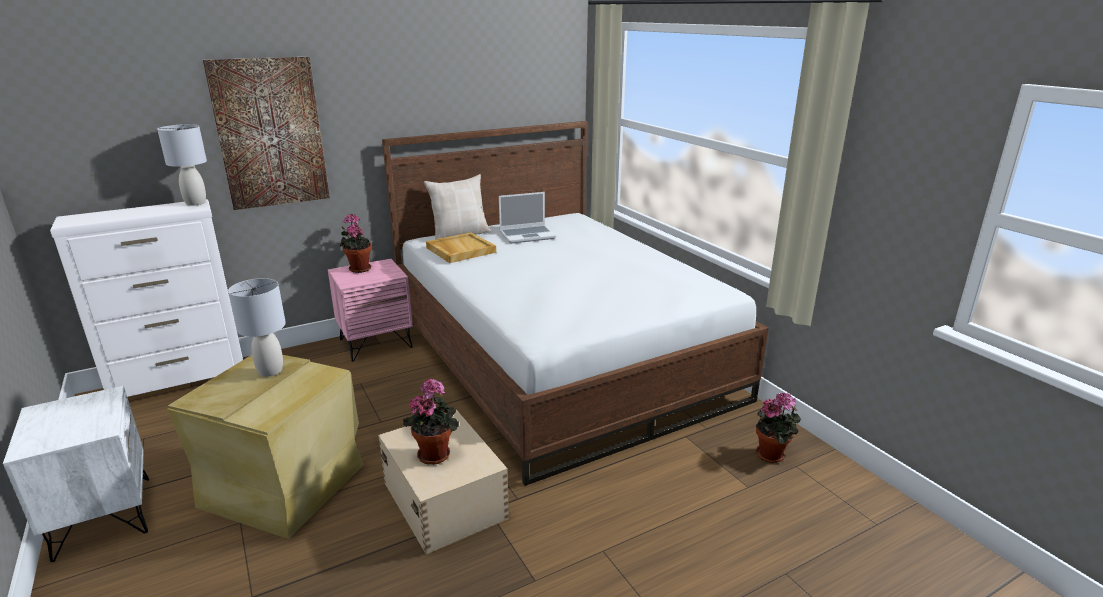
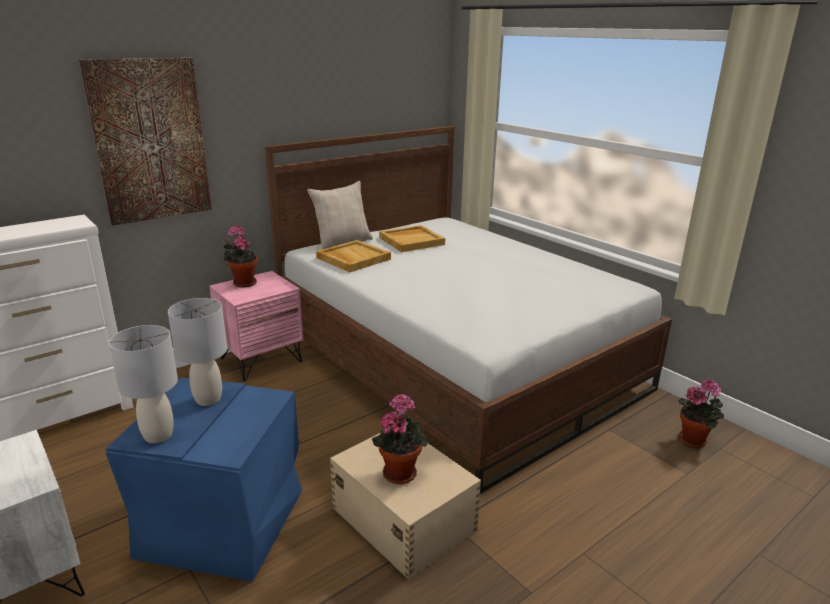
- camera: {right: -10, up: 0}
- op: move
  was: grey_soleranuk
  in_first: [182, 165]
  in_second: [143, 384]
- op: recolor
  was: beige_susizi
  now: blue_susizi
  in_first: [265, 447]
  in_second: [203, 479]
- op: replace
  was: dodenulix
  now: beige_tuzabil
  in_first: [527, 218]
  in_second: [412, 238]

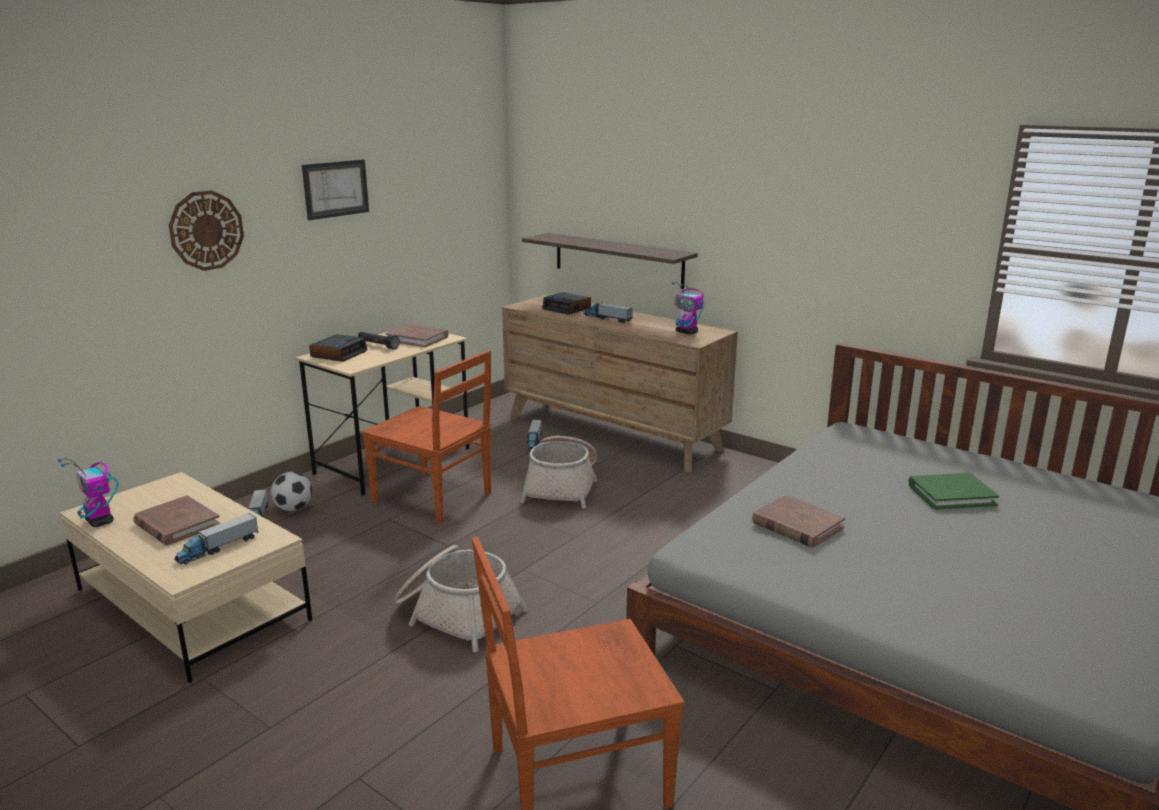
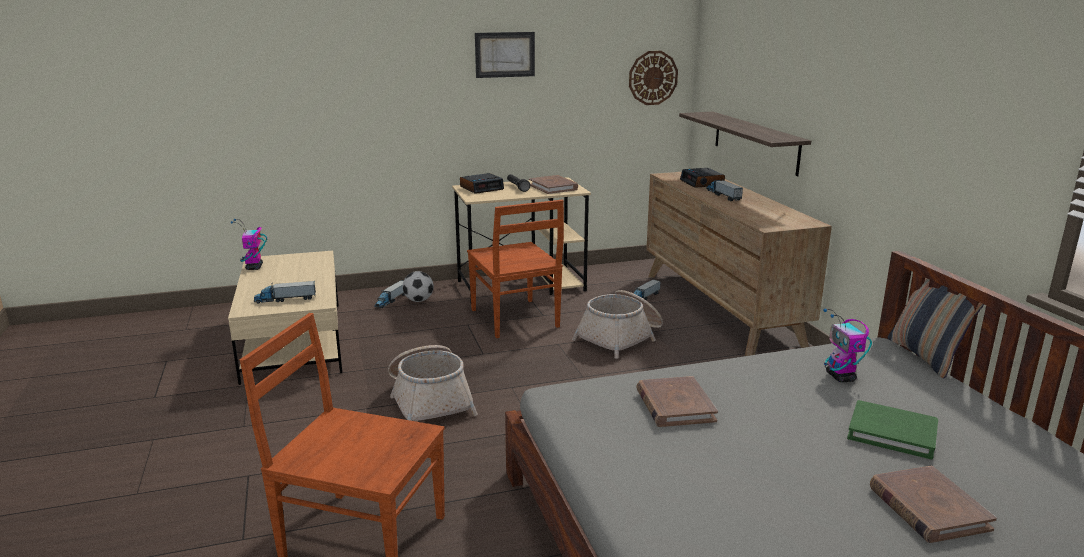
- camera: {right: 35, up: 0}
- op: move
  was: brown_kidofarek
  in_first: [177, 520]
  in_second: [933, 504]
- op: move
  was: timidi
  in_first: [206, 230]
  in_second: [653, 78]
- op: move
  was: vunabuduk
  in_first: [688, 308]
  in_second: [847, 345]
- op: insert
  now: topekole
  in_second: [936, 328]

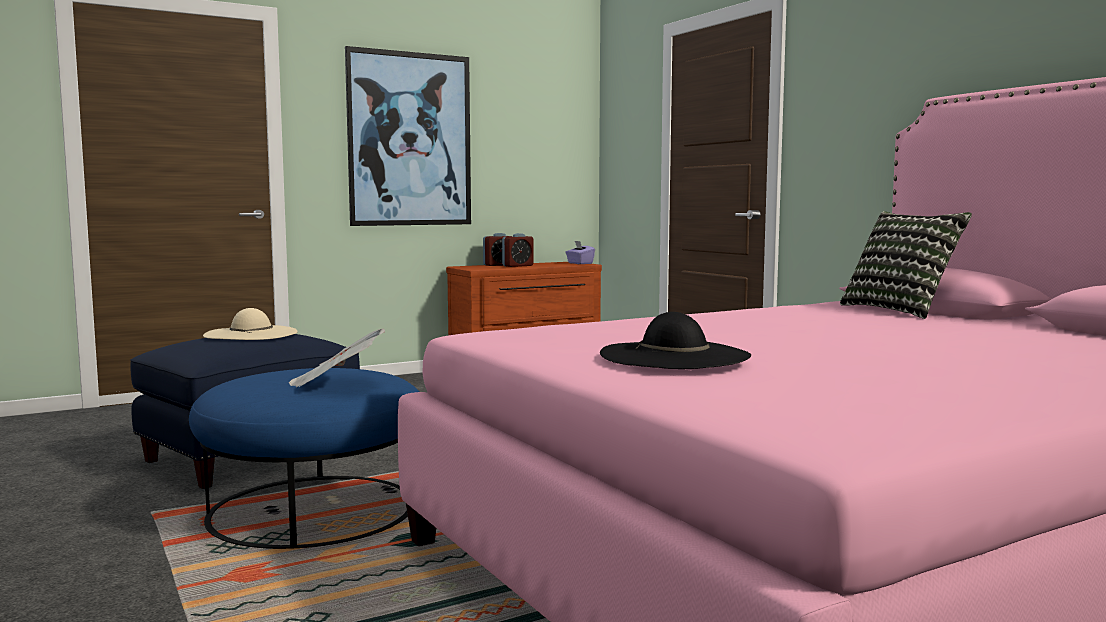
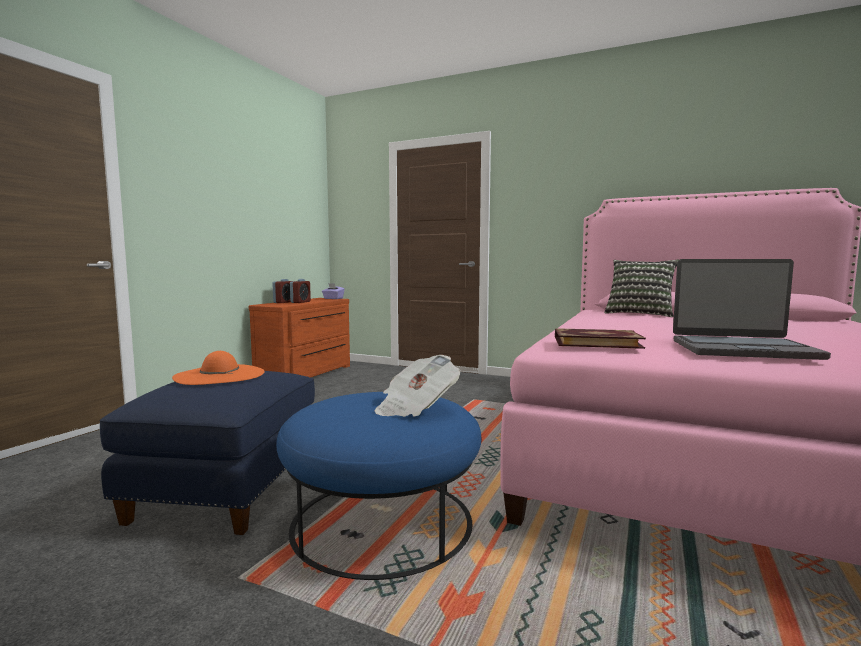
- camera: {right: -35, up: 0}
- op: recolor
  was: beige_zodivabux
  now: orange_zodivabux
  in_first: [250, 324]
  in_second: [218, 368]
- op: delete
  was: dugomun
  in_first: [408, 136]
- op: replace
  was: black_zodivabux
  now: dodenulix
  in_first: [675, 340]
  in_second: [752, 309]
- op: insert
  now: kidofarek
  in_second: [600, 338]

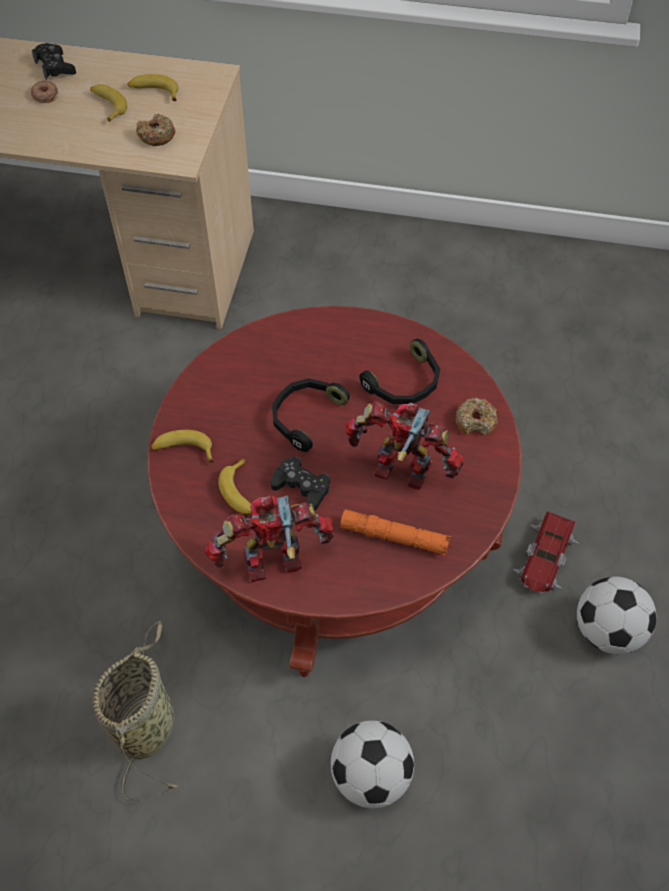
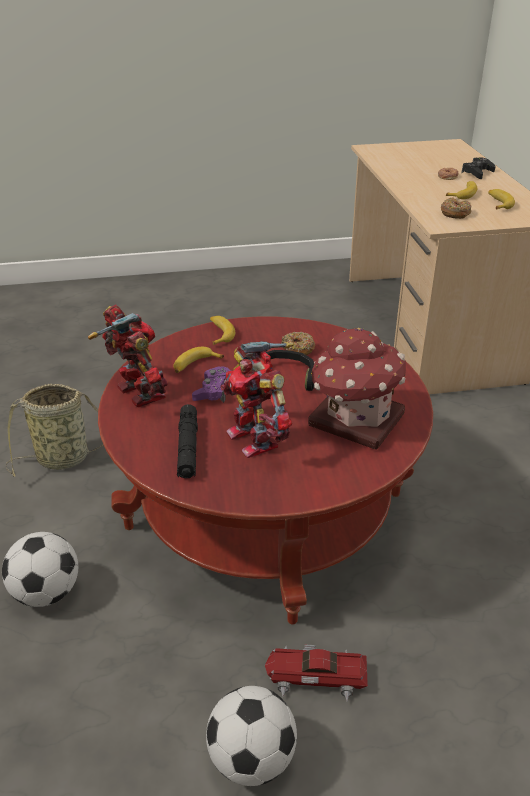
- camera: {right: 70, up: -20}
- op: recolor
  was: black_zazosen
  now: purple_zazosen
  in_first: [300, 483]
  in_second: [211, 385]
- op: recolor
  was: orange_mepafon
  now: black_mepafon
  in_first: [395, 532]
  in_second: [187, 441]
- op: rotate
  was: vunabuduk
  in_first: [405, 445]
  in_second: [257, 399]
  clockwise: 150
- op: replace
  was: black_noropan
  now: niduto
  in_first: [399, 371]
  in_second: [357, 389]
- op: move
  was: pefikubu
  in_first: [477, 416]
  in_second: [298, 343]

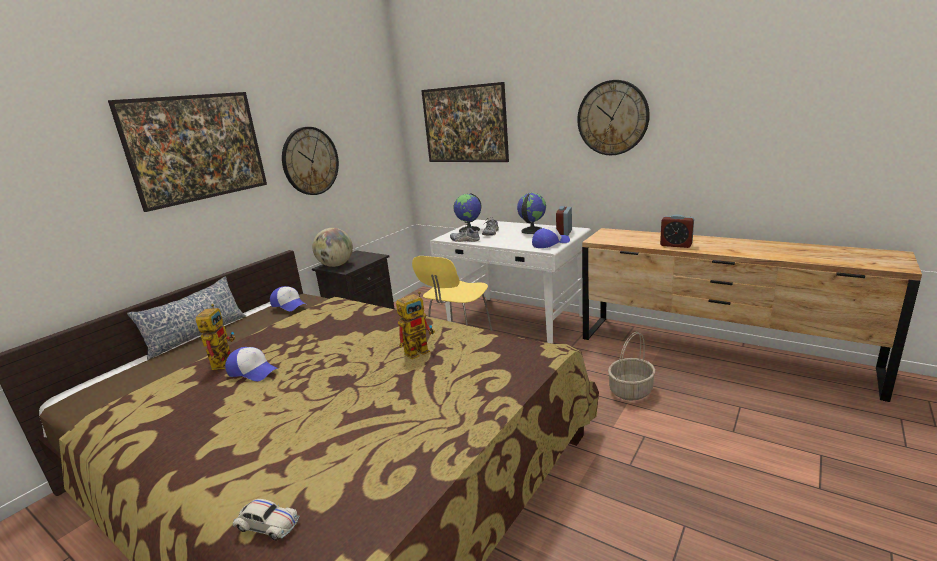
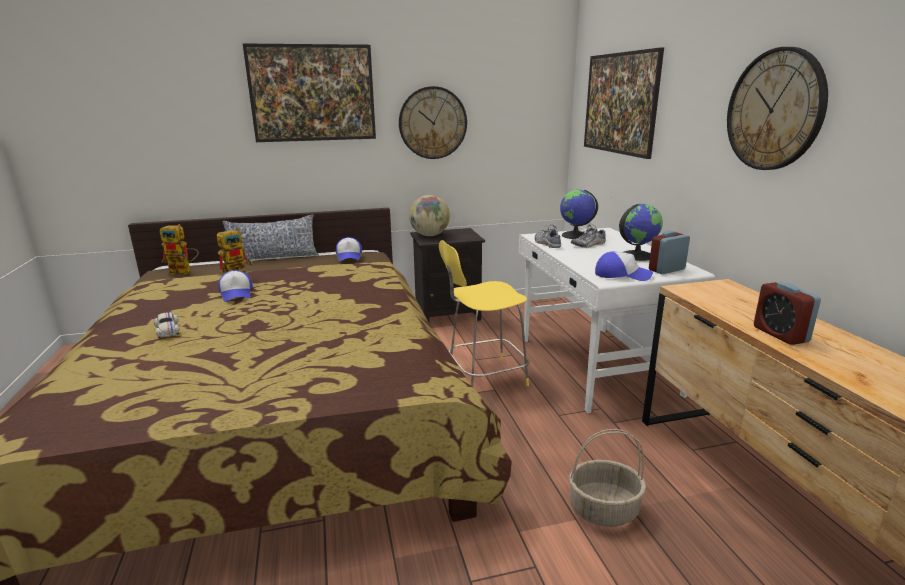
- camera: {right: 40, up: 0}
- op: move
  was: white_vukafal
  in_first: [266, 520]
  in_second: [166, 325]
- op: move
  was: vunabuduk
  in_first: [415, 325]
  in_second: [179, 249]

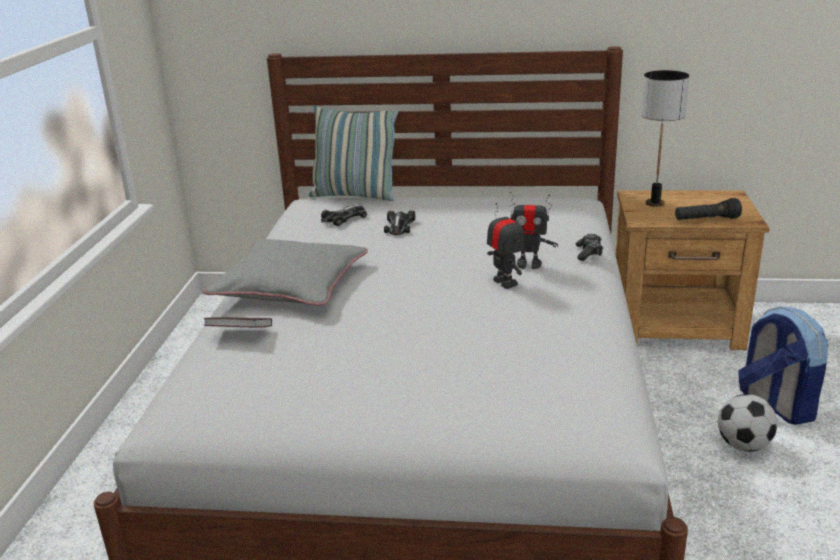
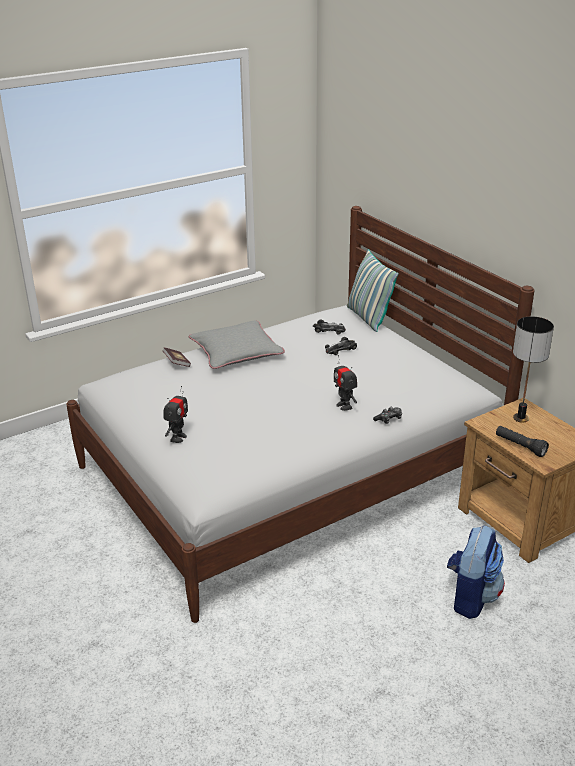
- camera: {right: 50, up: 5}
- op: move
  was: vunabuduk
  in_first: [505, 246]
  in_second: [175, 414]
- op: delete
  was: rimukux
  in_first: [747, 423]

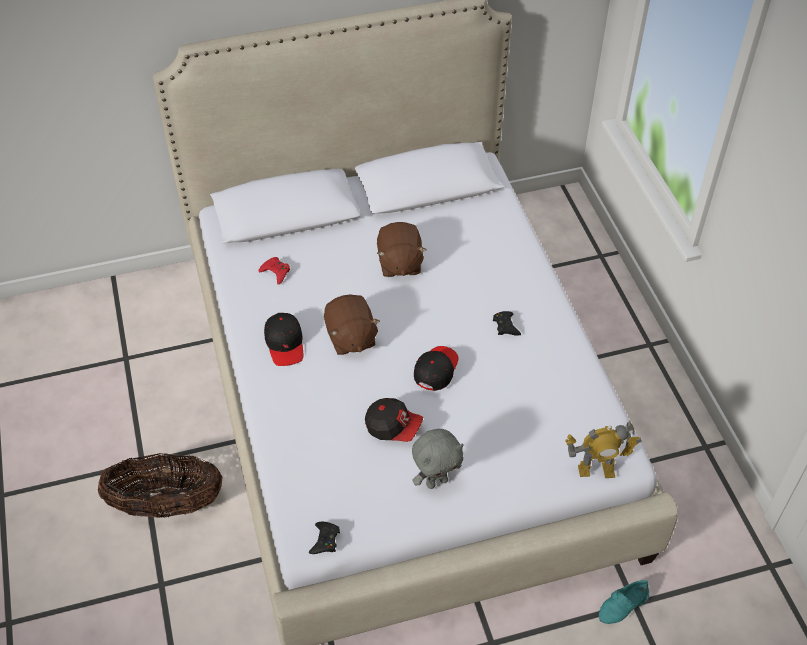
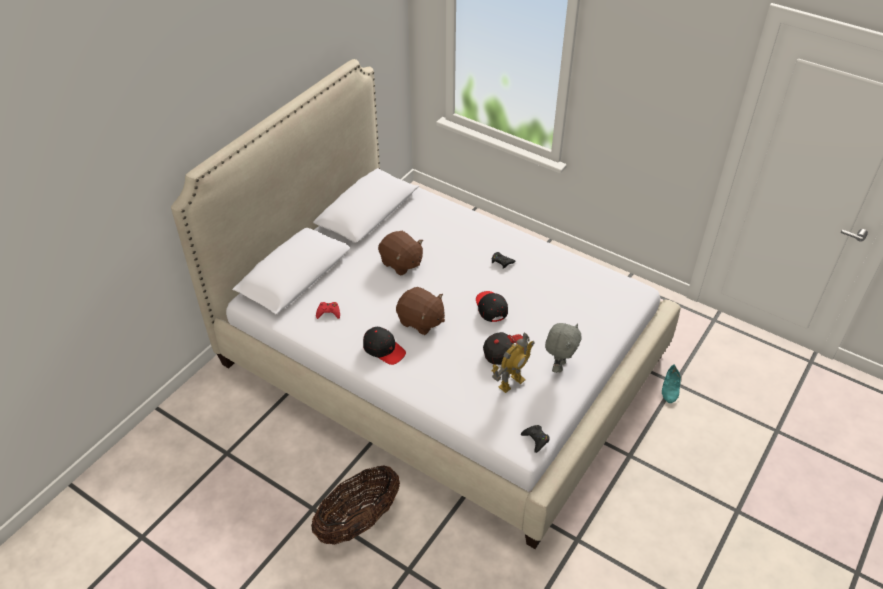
- camera: {right: -40, up: -5}
- op: move
  was: vunabuduk
  in_first: [603, 449]
  in_second: [513, 362]

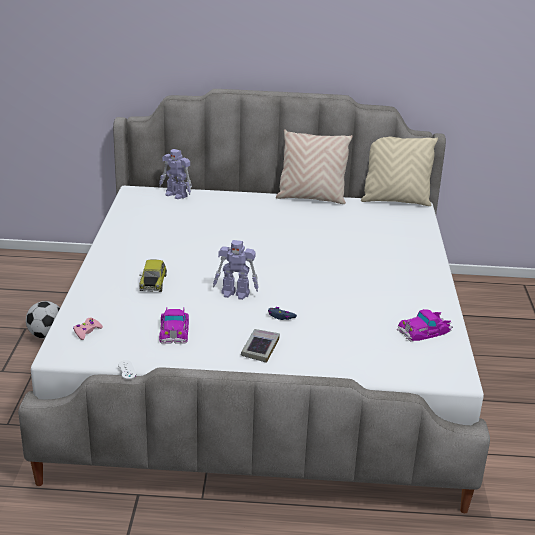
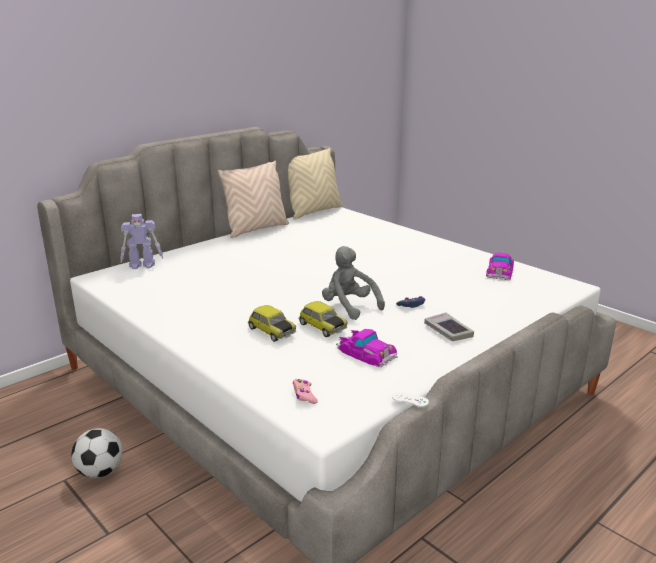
- camera: {right: -45, up: -5}
- op: replace
  was: vunabuduk
  now: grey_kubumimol
  in_first: [236, 270]
  in_second: [353, 283]
- op: insert
  now: vukafal
  in_second: [323, 319]

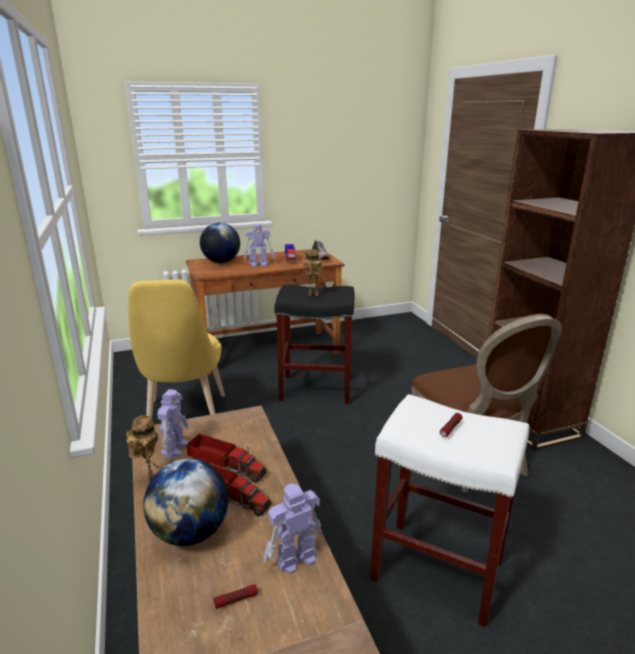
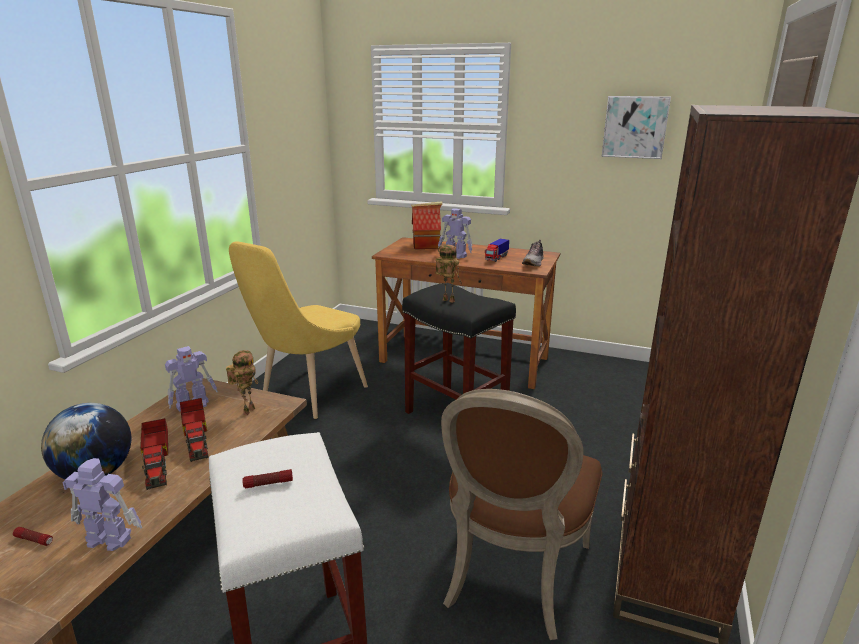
- camera: {right: 40, up: 0}
- op: move
  was: vunabuduk
  in_first: [143, 449]
  in_second: [242, 382]
- op: replace
  was: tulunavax
  now: niduto
  in_first: [220, 243]
  in_second: [427, 225]
- op: insert
  now: dugomun
  in_second: [636, 127]

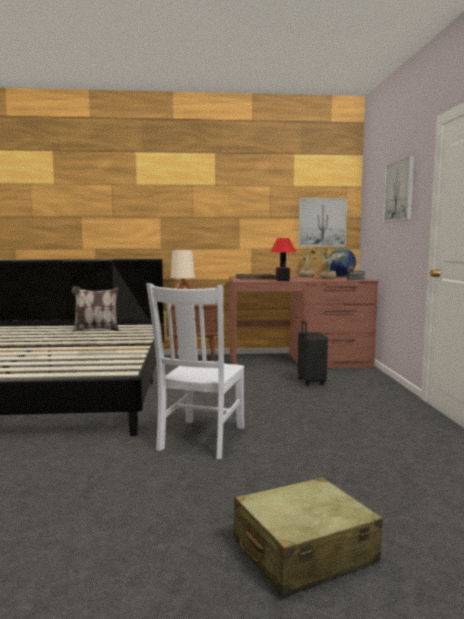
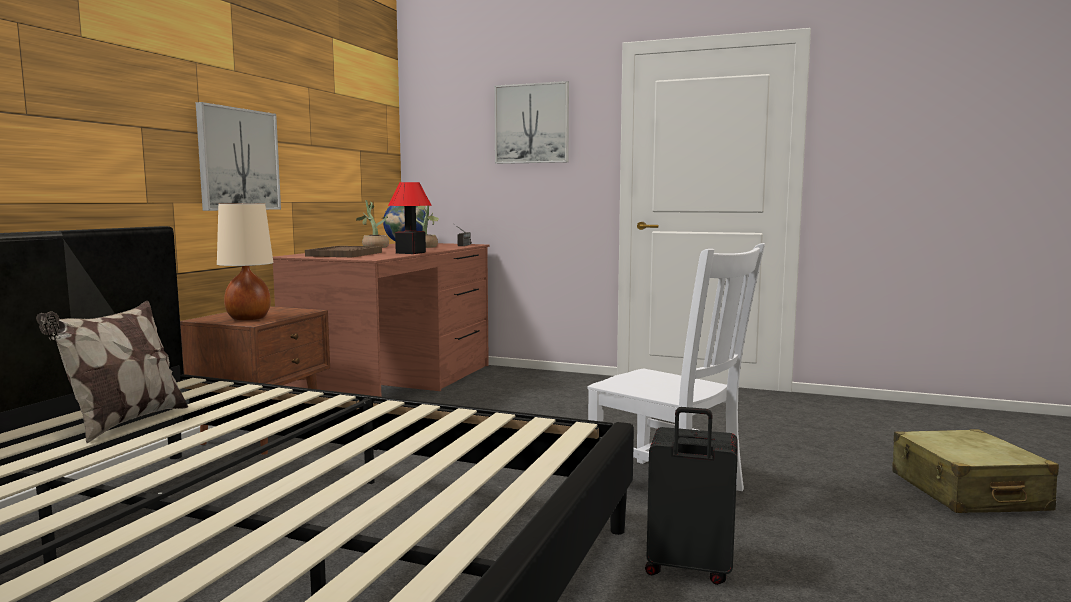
- camera: {right: -65, up: 0}
- op: move
  was: dugomun
  in_first: [322, 222]
  in_second: [238, 156]
- op: move
  was: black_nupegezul
  in_first: [313, 353]
  in_second: [691, 496]

